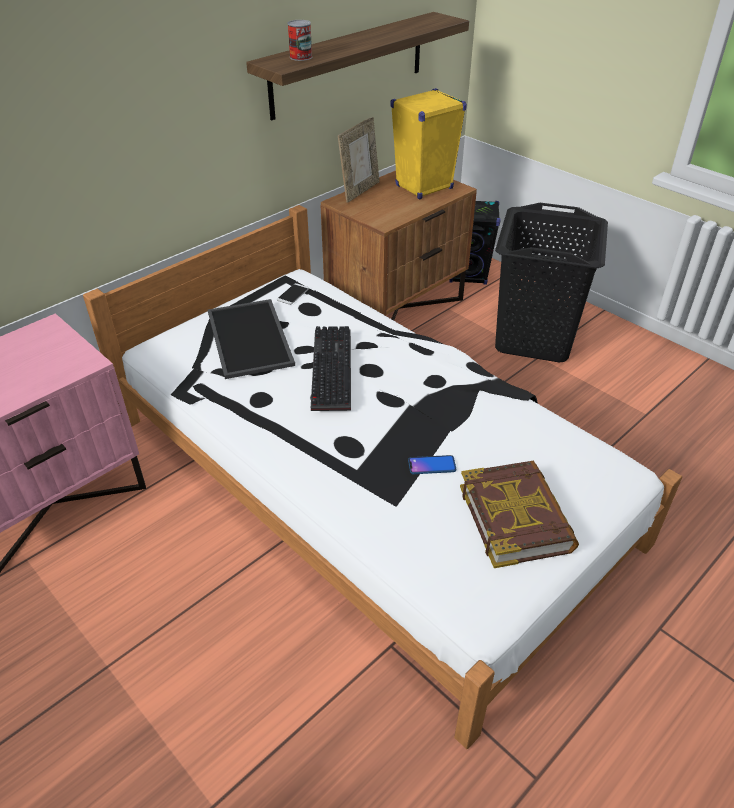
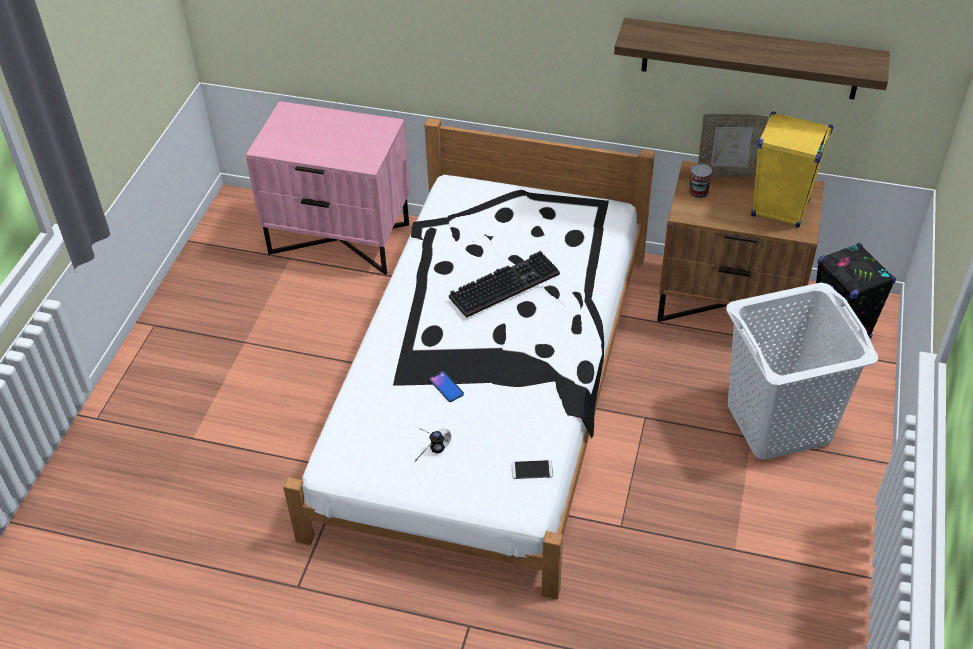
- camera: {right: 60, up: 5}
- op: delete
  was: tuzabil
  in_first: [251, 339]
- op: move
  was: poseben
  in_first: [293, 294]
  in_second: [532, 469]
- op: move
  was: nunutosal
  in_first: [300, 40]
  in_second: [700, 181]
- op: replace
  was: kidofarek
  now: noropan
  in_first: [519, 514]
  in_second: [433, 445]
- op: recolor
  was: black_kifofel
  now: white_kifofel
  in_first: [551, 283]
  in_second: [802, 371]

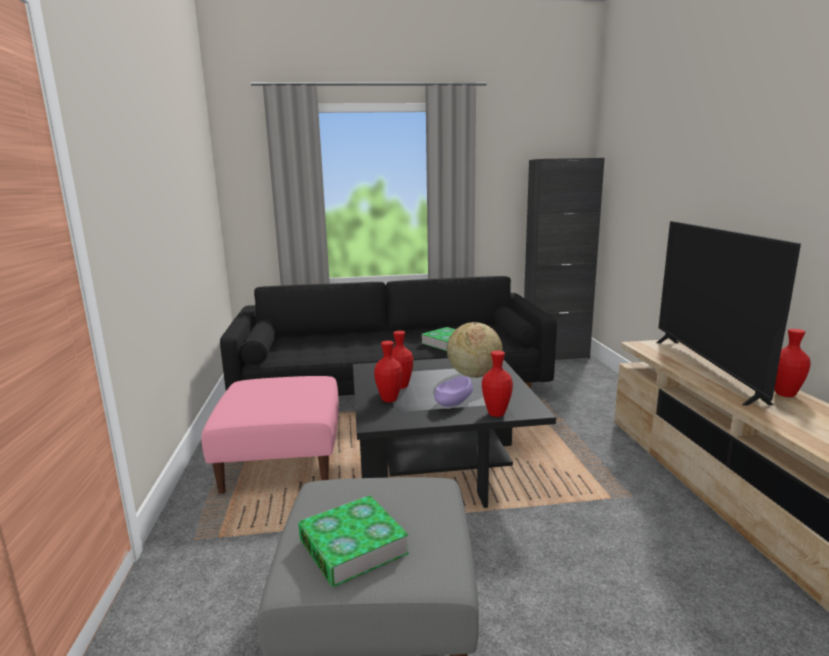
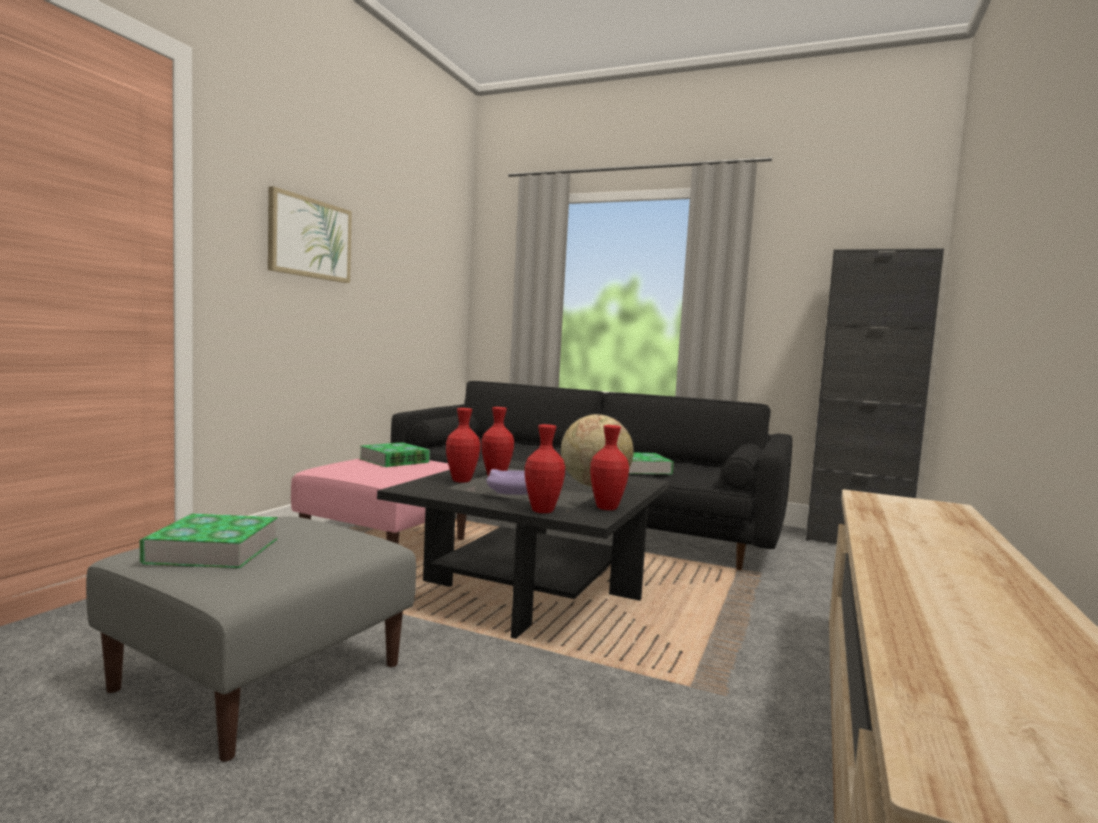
- camera: {right: 30, up: -10}
- op: delete
  was: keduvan
  in_first: [728, 313]
- op: move
  was: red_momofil
  in_first: [792, 363]
  in_second: [609, 467]
- op: insert
  now: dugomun
  in_second: [310, 234]
- op: insert
  now: kidofarek
  in_second: [394, 454]

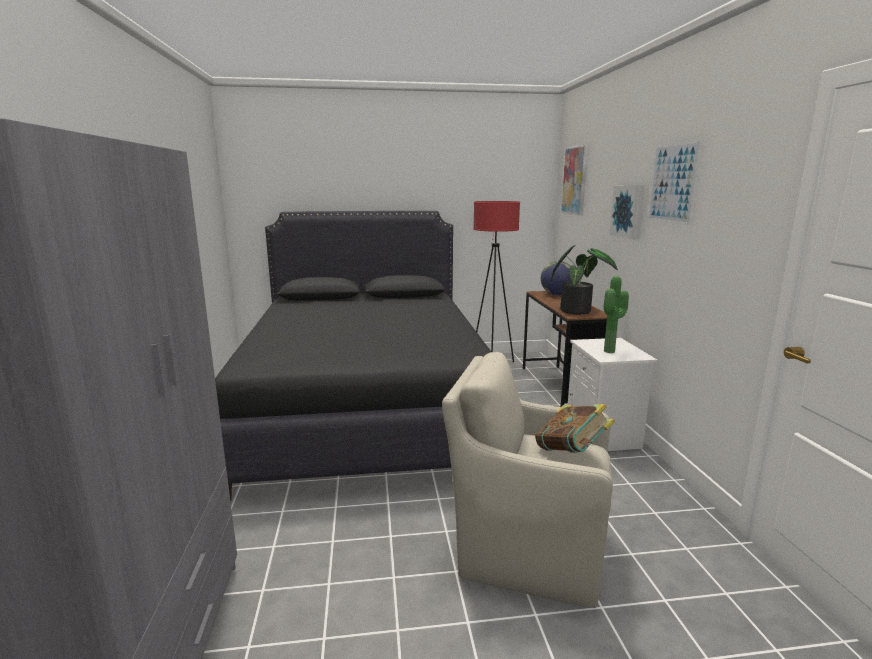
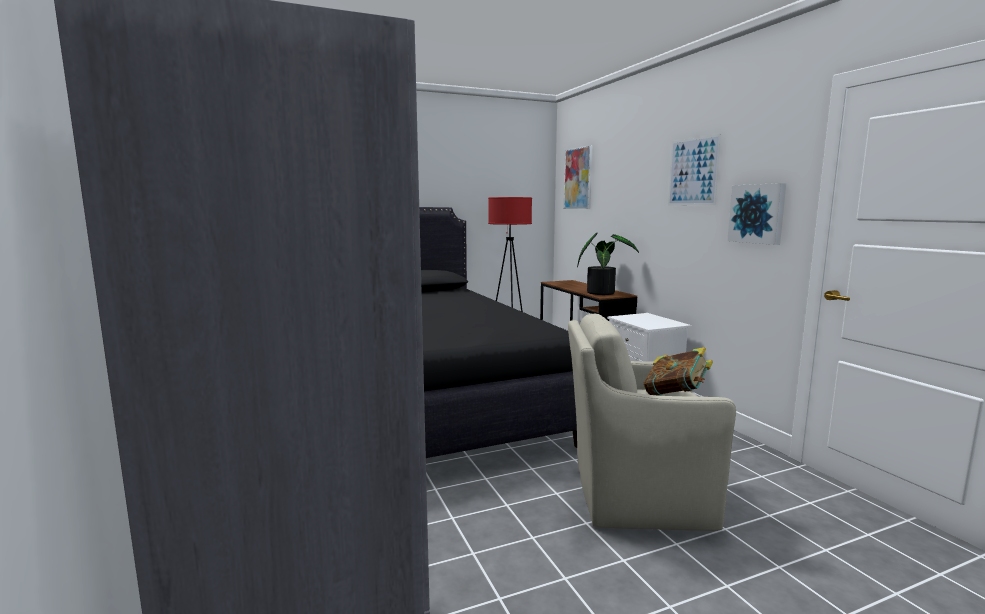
- camera: {right: -15, up: -5}
- op: delete
  was: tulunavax
  in_first: [556, 278]
- op: delete
  was: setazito
  in_first: [616, 314]
- op: move
  was: dugomun
  in_first: [627, 212]
  in_second: [756, 214]

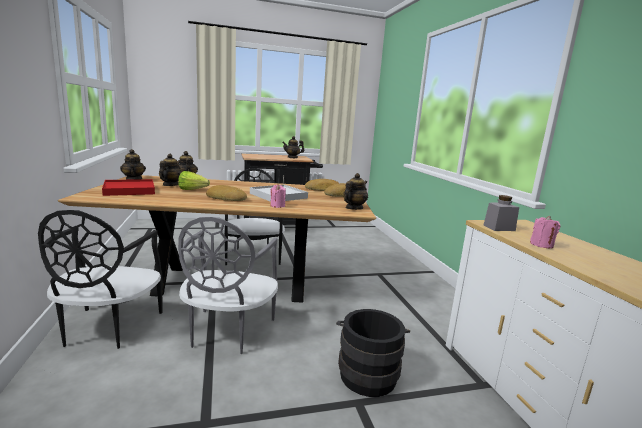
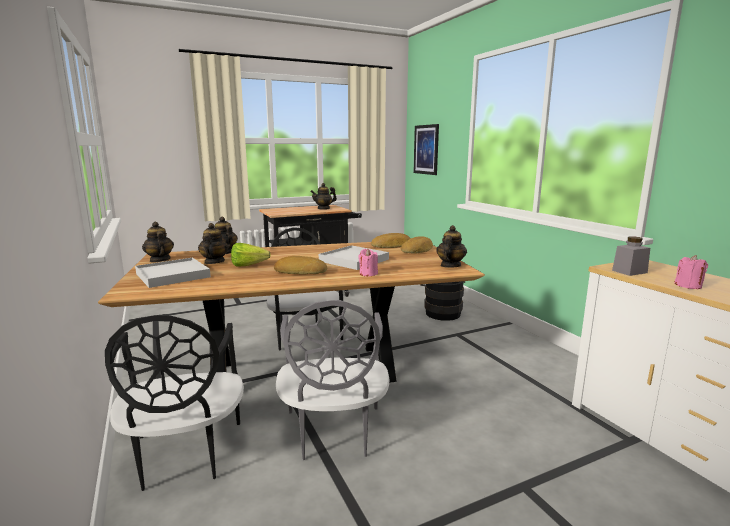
- camera: {right: -10, up: 0}
- op: recolor
  was: red_tuzabil
  now: white_tuzabil
  in_first: [128, 187]
  in_second: [173, 273]
- op: move
  was: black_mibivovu
  in_first: [373, 353]
  in_second: [442, 301]
- op: insert
  now: dugomun
  in_second: [426, 149]

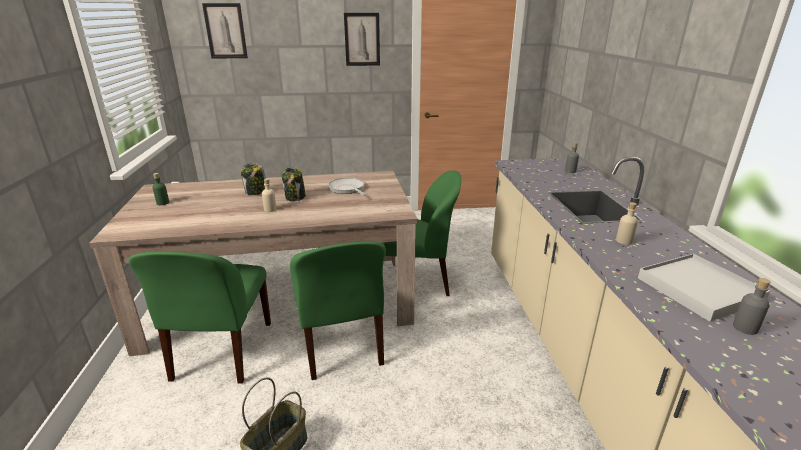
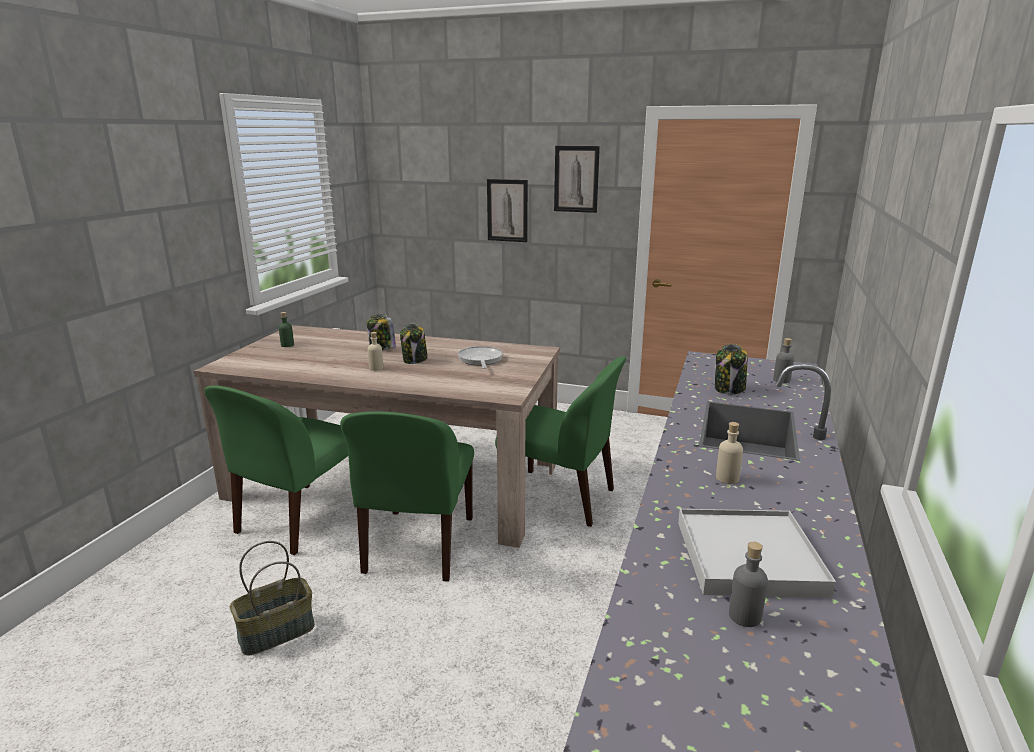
- camera: {right: 25, up: -5}
- op: move
  was: dugomun
  in_first: [225, 31]
  in_second: [507, 210]
- op: insert
  now: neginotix
  in_second: [731, 369]

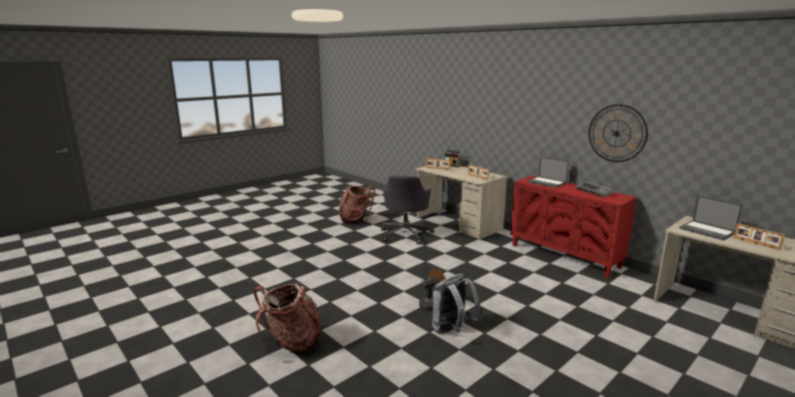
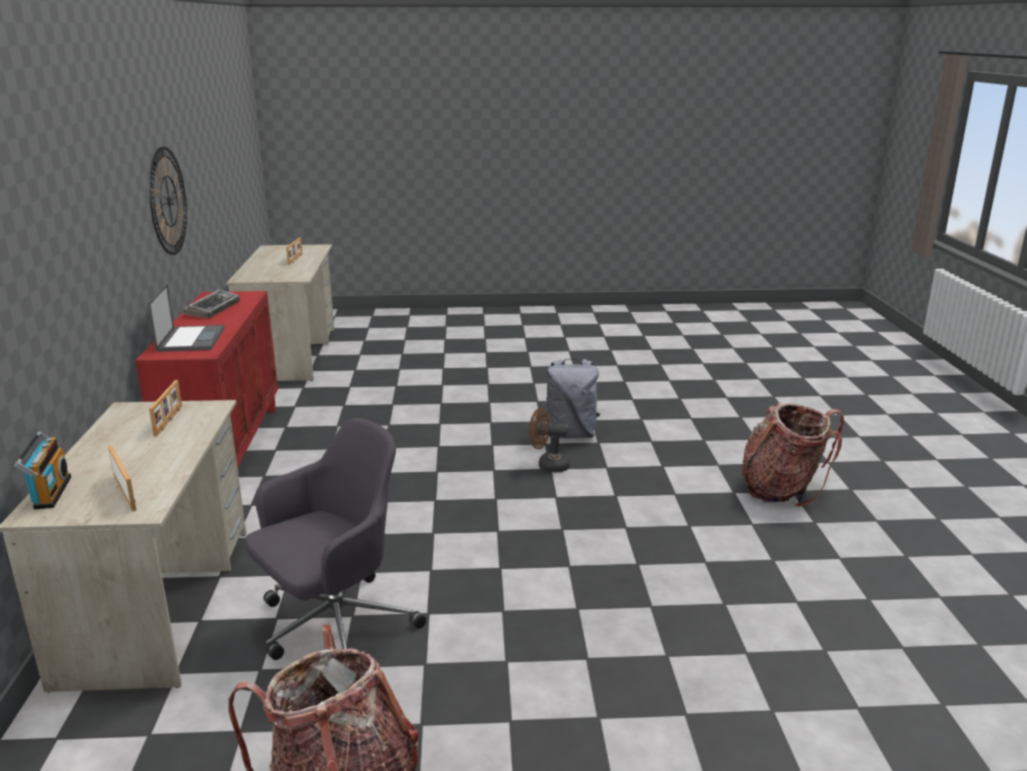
- camera: {right: -140, up: 5}
- op: delete
  was: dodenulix
  in_first: [711, 218]

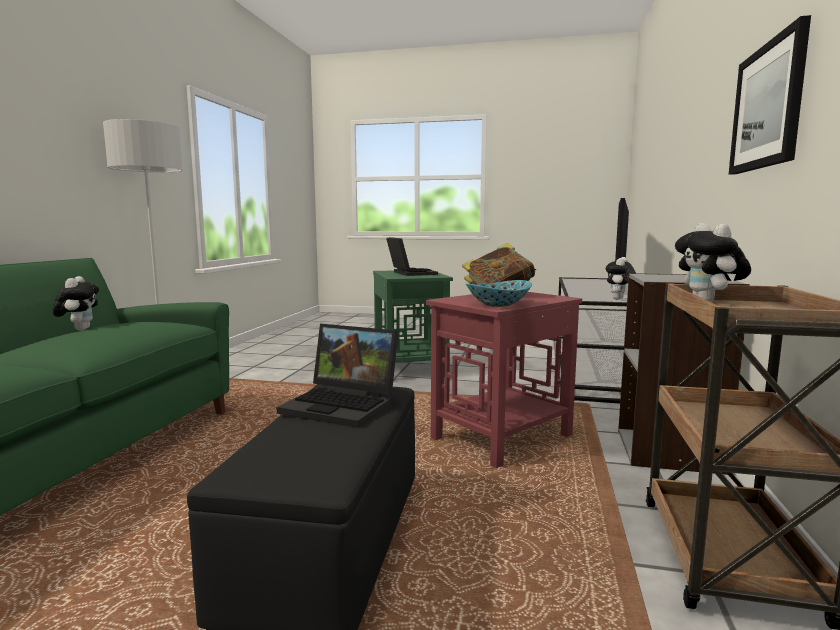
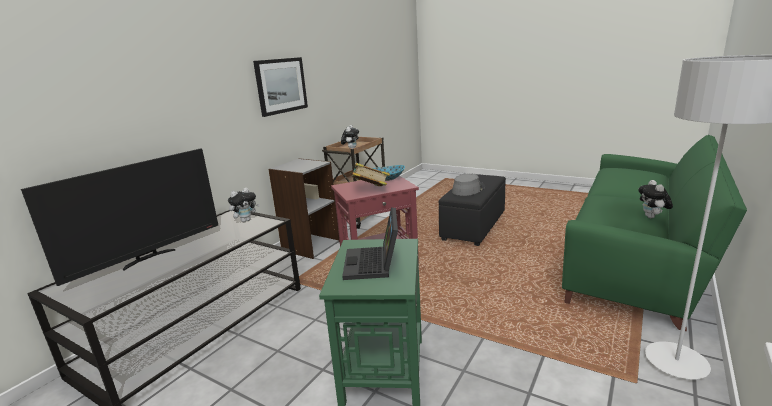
- camera: {right: -160, up: 10}
- op: replace
  was: dodenulix
  now: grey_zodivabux
  in_first: [338, 376]
  in_second: [468, 185]

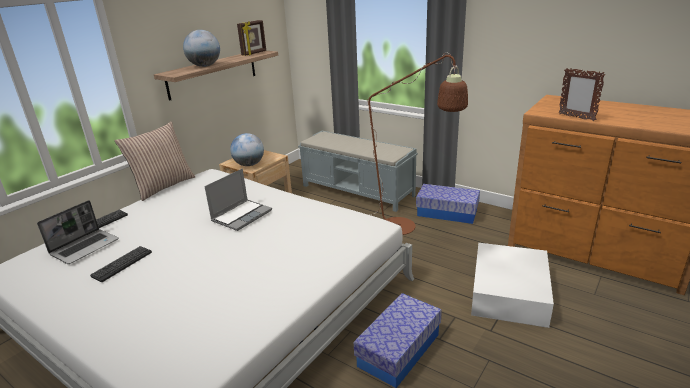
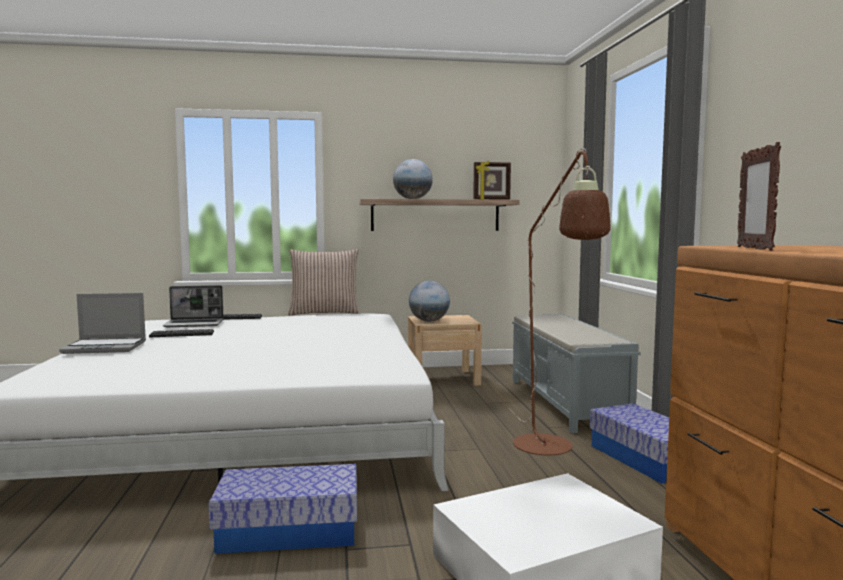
- camera: {right: 45, up: -20}
- op: move
  was: dodenulix
  in_first: [238, 199]
  in_second: [102, 323]

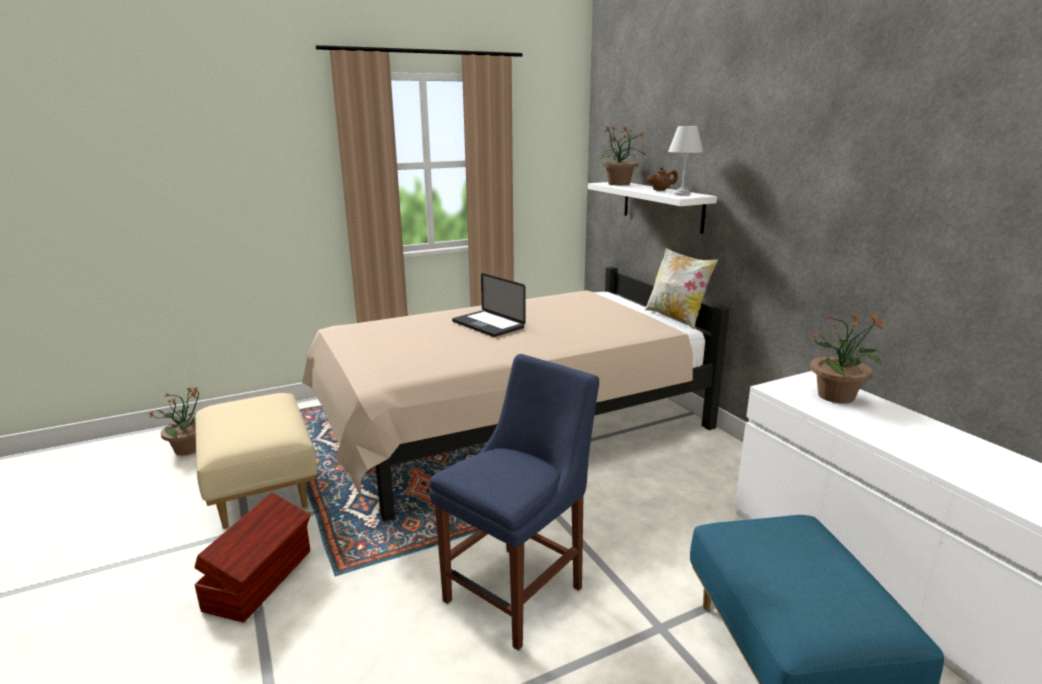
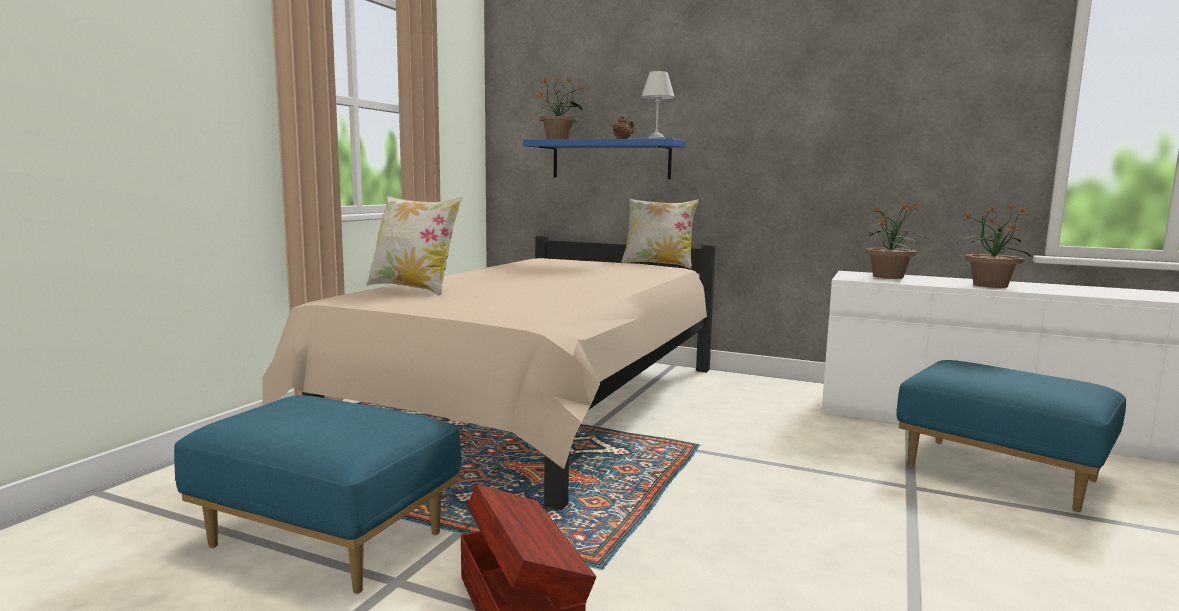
- camera: {right: -40, up: -10}
- op: move
  was: setazito
  in_first: [173, 420]
  in_second: [993, 246]
- op: recolor
  was: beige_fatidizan
  now: blue_fatidizan
  in_first: [256, 461]
  in_second: [317, 494]
- op: delete
  was: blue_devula
  in_first: [514, 502]
- op: delete
  was: dodenulix
  in_first: [489, 305]
- op: recolor
  was: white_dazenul
  now: blue_dazenul
  in_first: [652, 207]
  in_second: [604, 158]
- op: insert
  now: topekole
  in_second: [414, 246]

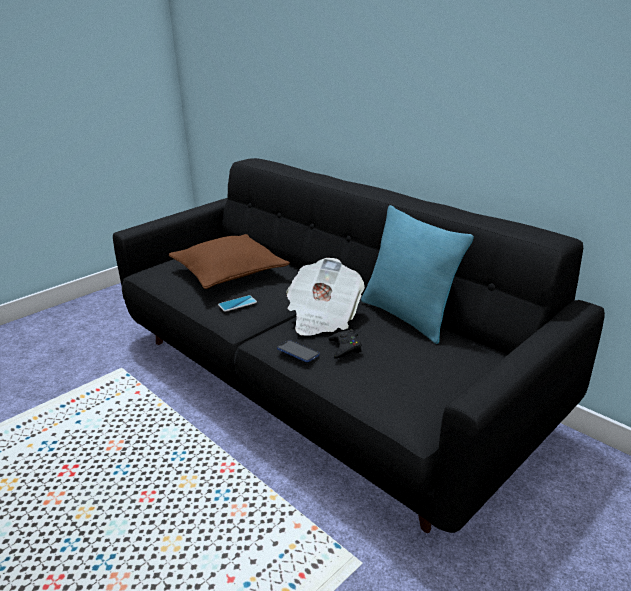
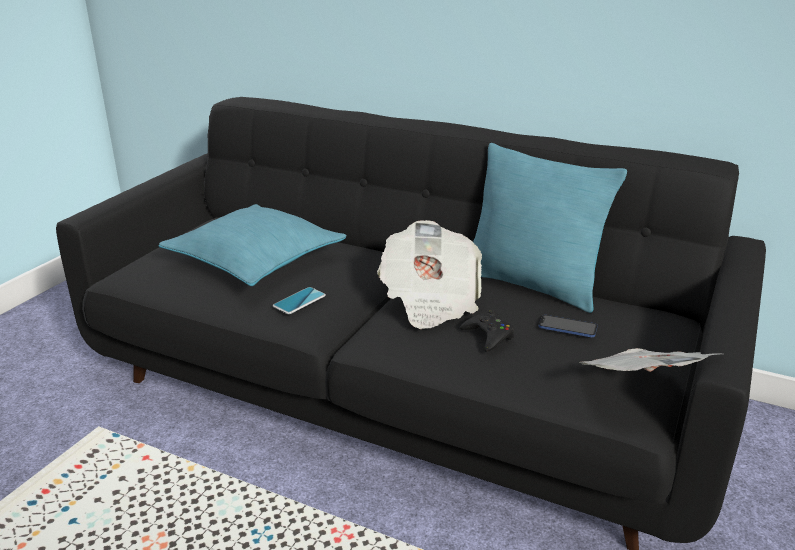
- camera: {right: -20, up: 0}
- op: recolor
  was: brown_topekole
  now: turquoise_topekole
  in_first: [229, 261]
  in_second: [253, 245]
- op: move
  was: poseben
  in_first: [298, 351]
  in_second: [568, 326]
- op: insert
  now: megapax
  in_second: [650, 360]

